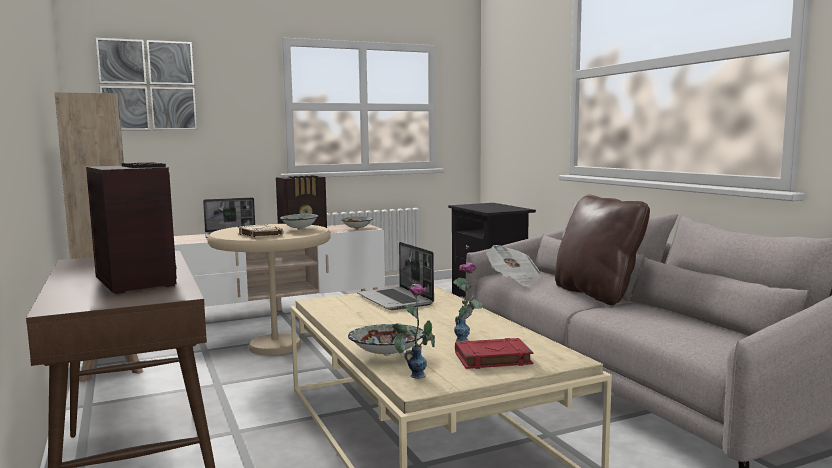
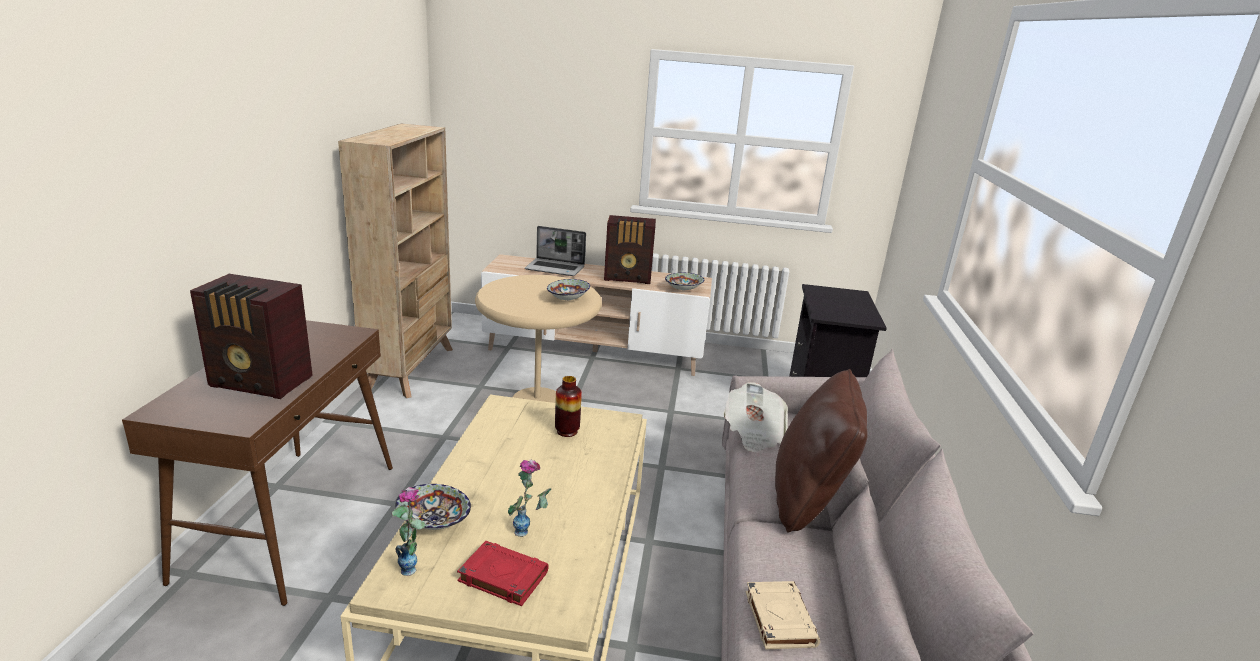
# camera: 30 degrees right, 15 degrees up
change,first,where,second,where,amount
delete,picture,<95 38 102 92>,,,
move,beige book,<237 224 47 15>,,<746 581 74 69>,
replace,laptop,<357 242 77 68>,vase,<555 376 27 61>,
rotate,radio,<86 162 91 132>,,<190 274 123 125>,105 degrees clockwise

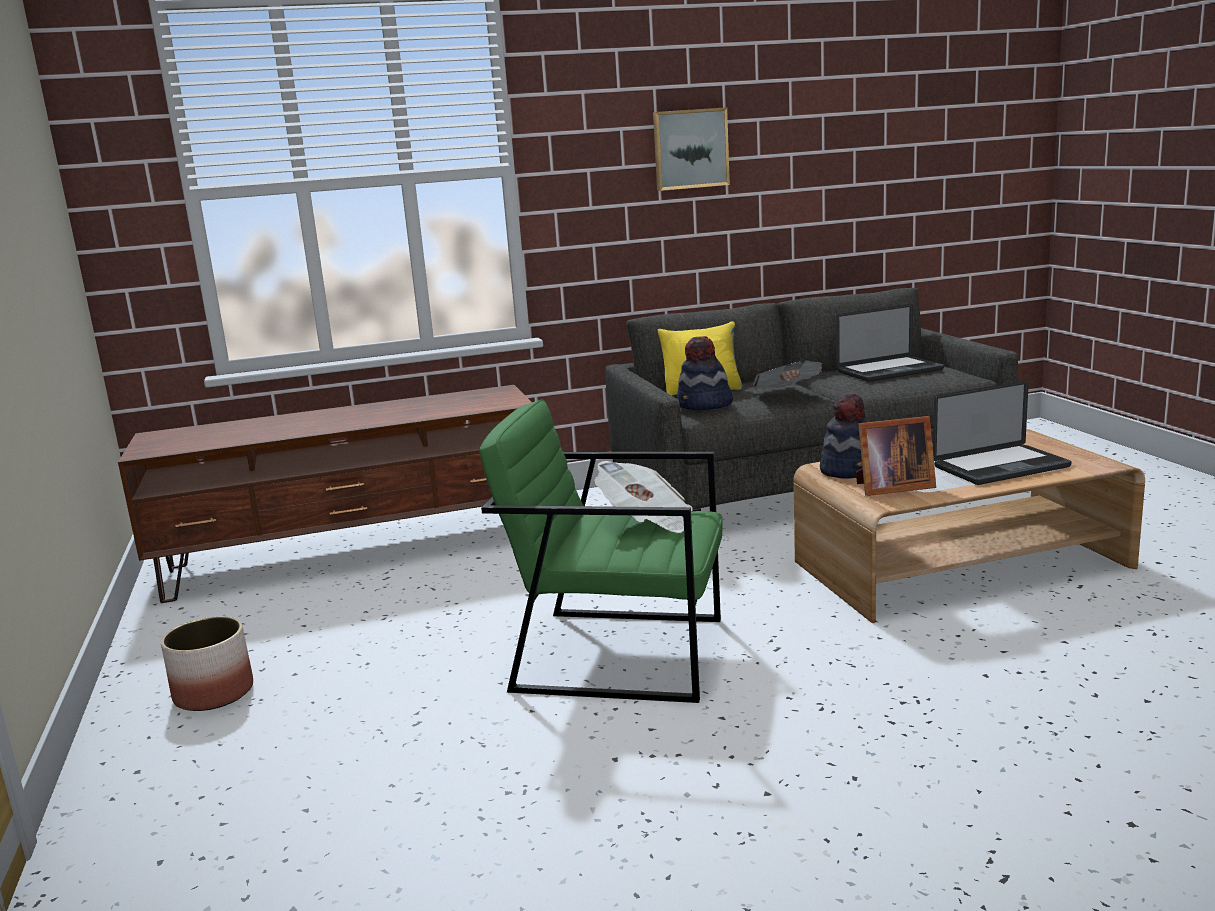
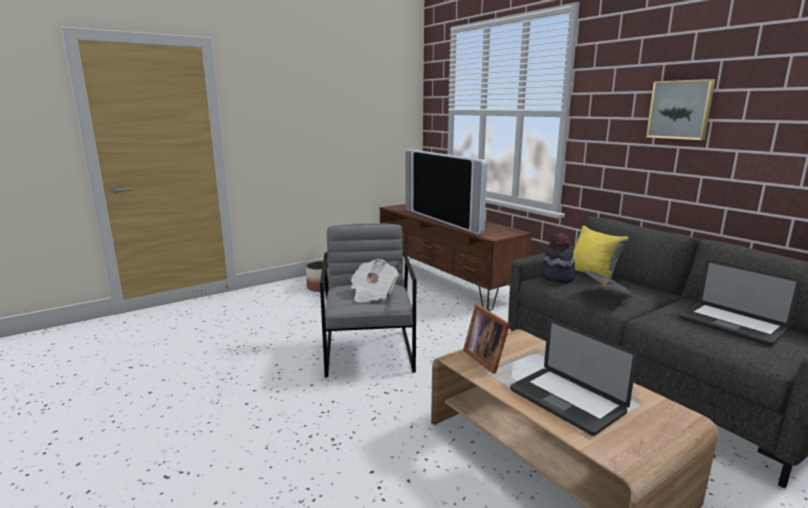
# camera: 70 degrees right, 0 degrees up
change,first,where,second,where,amount
delete,hat,<820 392 50 87>,,,
insert,,,television,<405 149 83 85>,
recolor,green armchair,<480 400 243 303>,grey armchair,<320 223 96 154>,

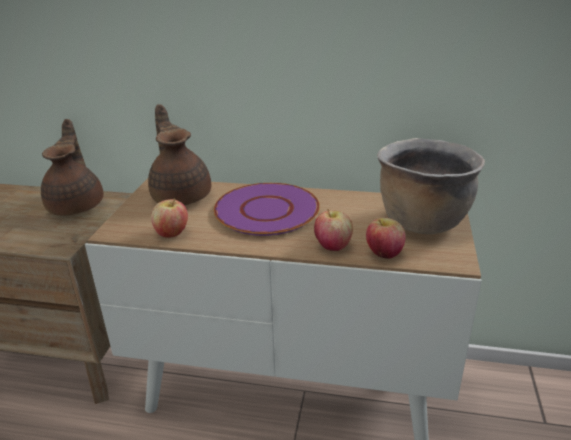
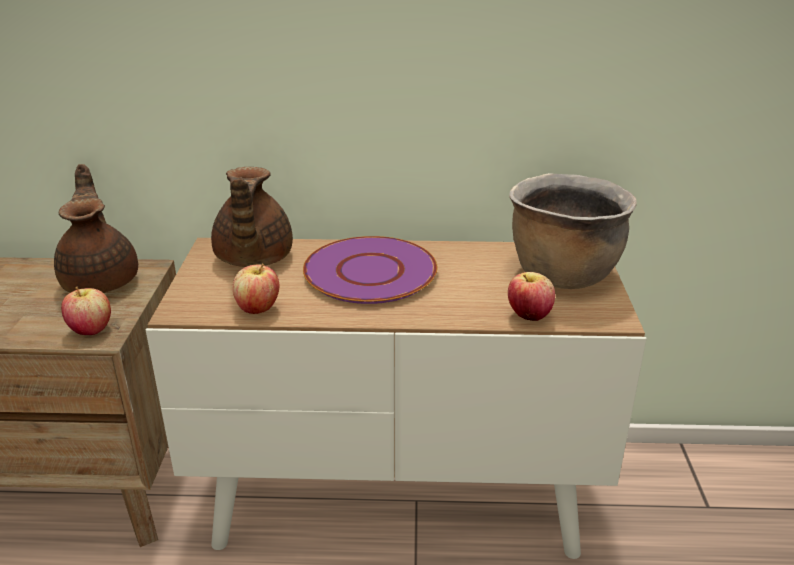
# camera: 10 degrees left, 0 degrees up
change,first,where,second,where,amount
move,apple,<314 209 39 42>,,<61 287 50 48>,
rotate,brown teapot,<148 105 63 100>,,<211 167 82 100>,150 degrees counterclockwise

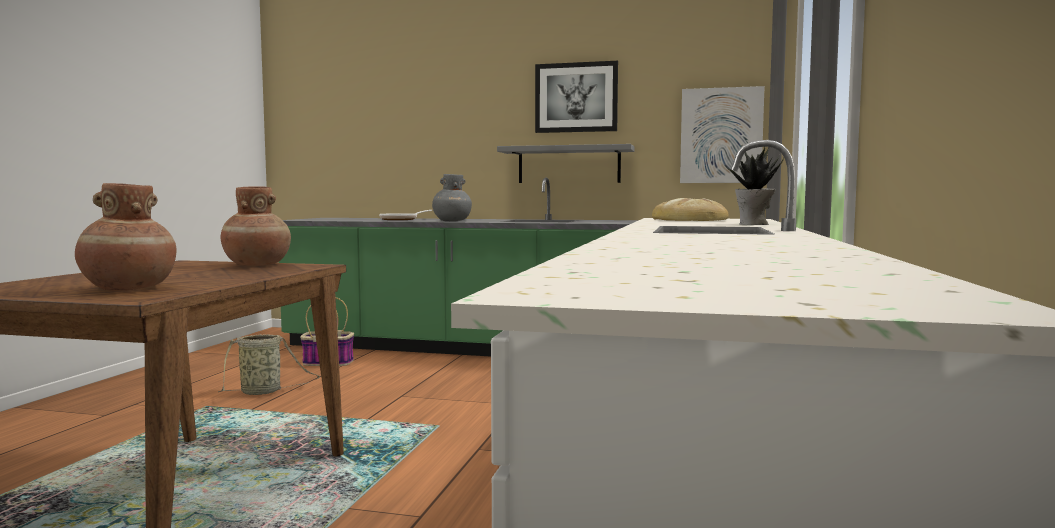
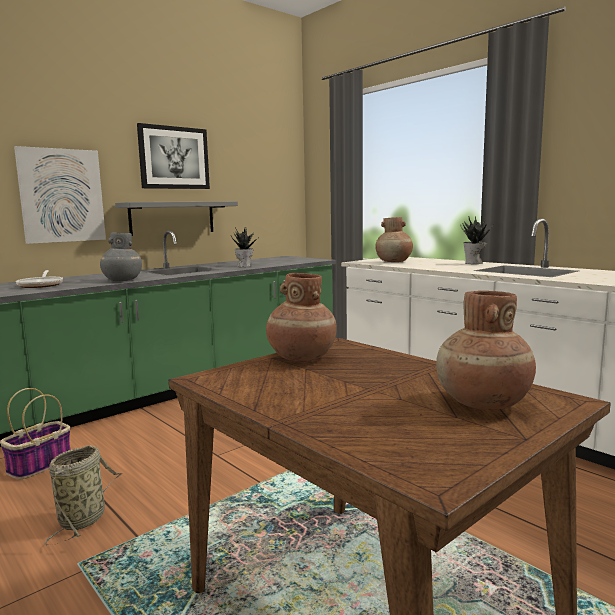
# camera: 55 degrees left, 5 degrees up
change,first,where,second,where,amount
insert,,,potted plant,<231 228 27 39>,
move,picture,<680 86 85 97>,,<14 146 92 98>,
replace,bread,<652 198 77 23>,brown vase,<375 217 38 45>,

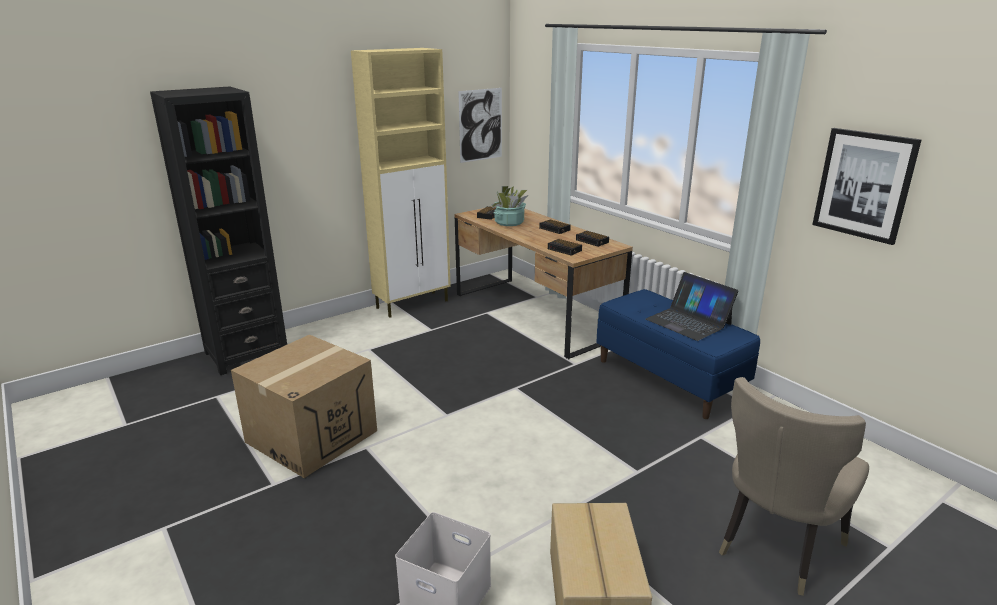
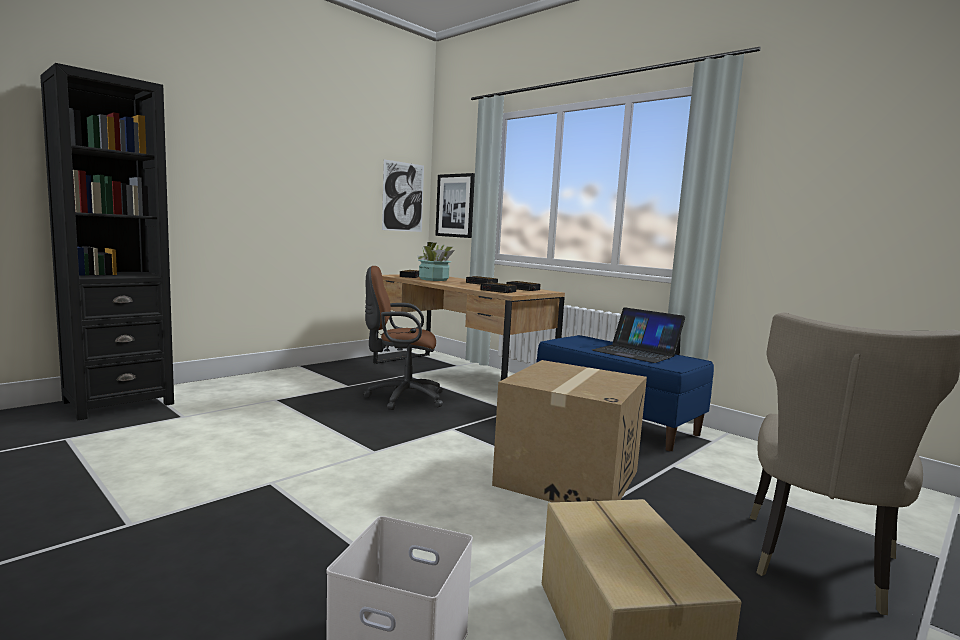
# camera: 10 degrees left, 15 degrees down
change,first,where,second,where,amount
delete,beige cabinet,<351 48 100 270>,,,
insert,,,brown office chair,<364 266 79 144>,
move,cardboard box,<231 335 146 143>,,<492 360 155 142>,
move,picture,<812 128 110 117>,,<435 173 40 65>,

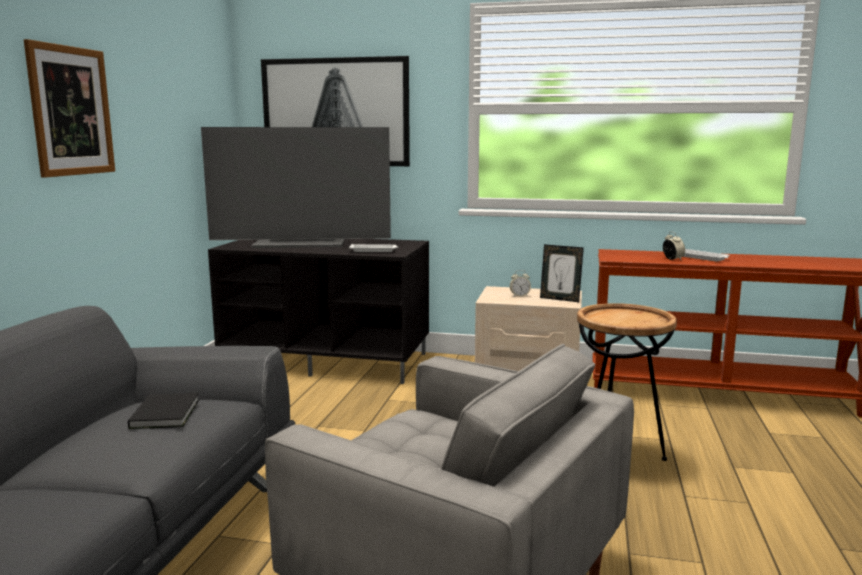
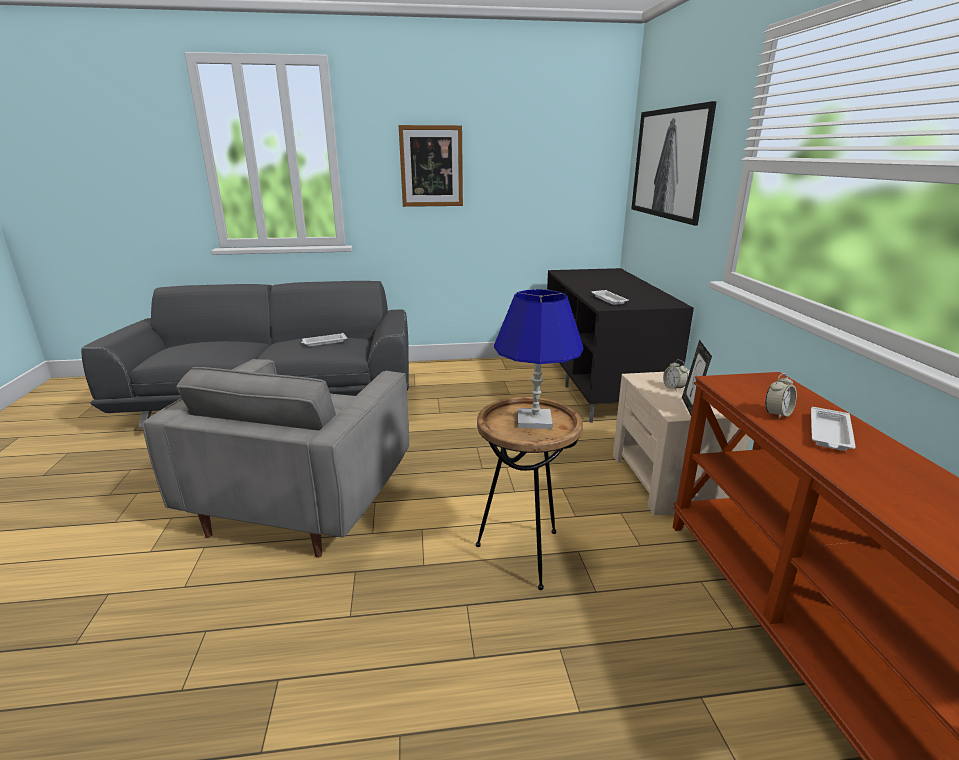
# camera: 70 degrees right, 10 degrees up
change,first,where,second,where,amount
delete,television,<201 127 190 121>,,,
insert,,,blue table lamp,<494 289 89 140>,
replace,black book,<128 393 71 36>,white tray,<301 333 46 14>,

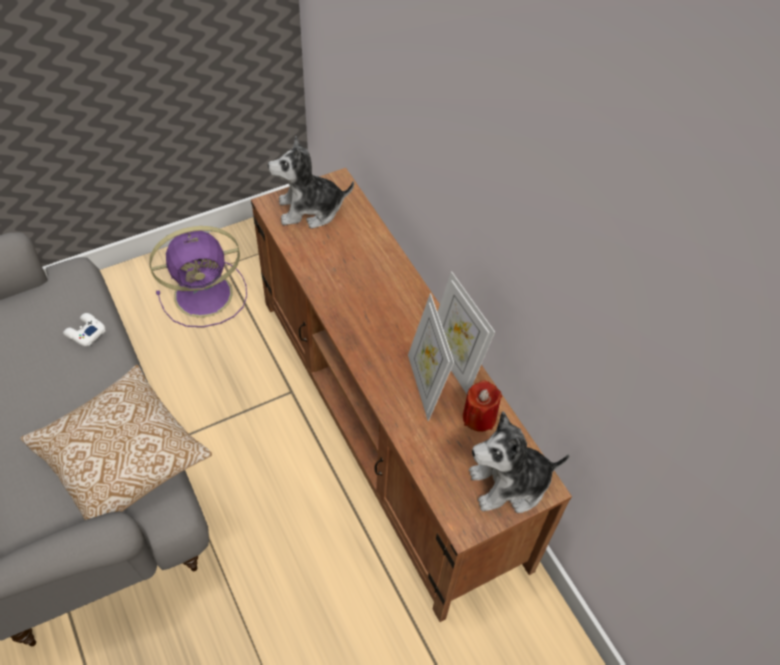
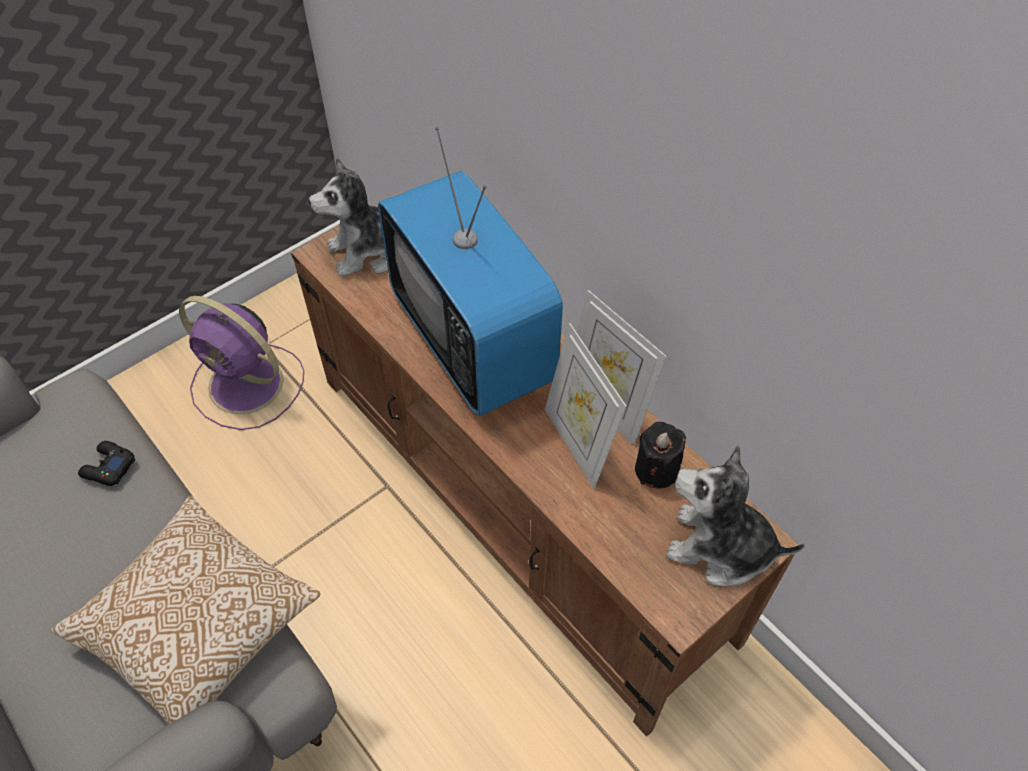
# camera: 10 degrees left, 0 degrees up
change,first,where,second,where,amount
insert,,,television,<378 127 185 289>,
recolor,white game controller,<63 313 42 34>,black game controller,<78 441 57 45>,
recolor,red candle,<463 380 39 52>,black candle,<635 422 51 67>,
rotate,purple fan,<149 226 98 101>,,<179 296 125 134>,60 degrees clockwise
rotate,plush toy,<469 411 101 102>,,<666 445 139 141>,45 degrees clockwise

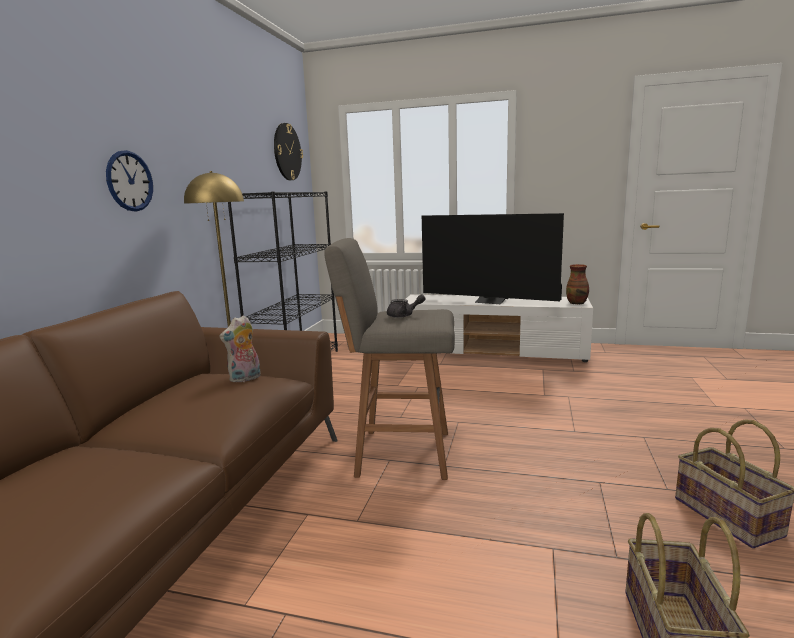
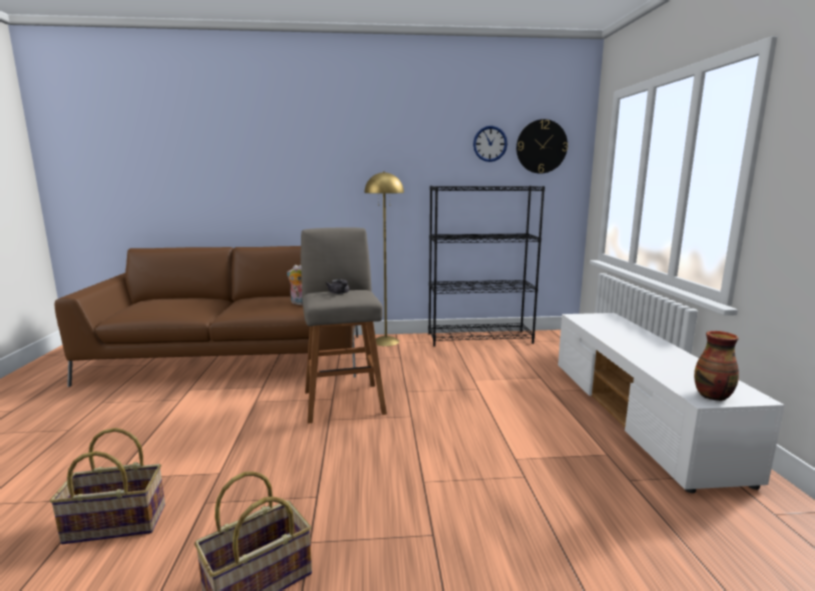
# camera: 70 degrees right, 0 degrees up
change,first,where,second,where,amount
delete,television,<422 213 142 91>,,,
move,wall clock,<106 150 47 61>,,<473 126 34 36>,

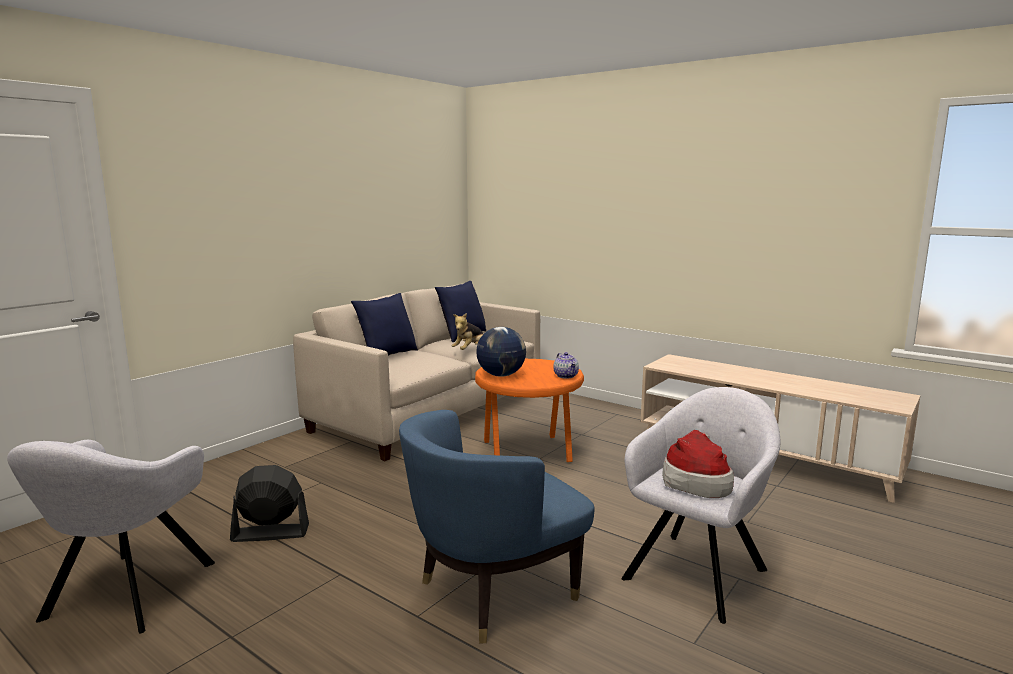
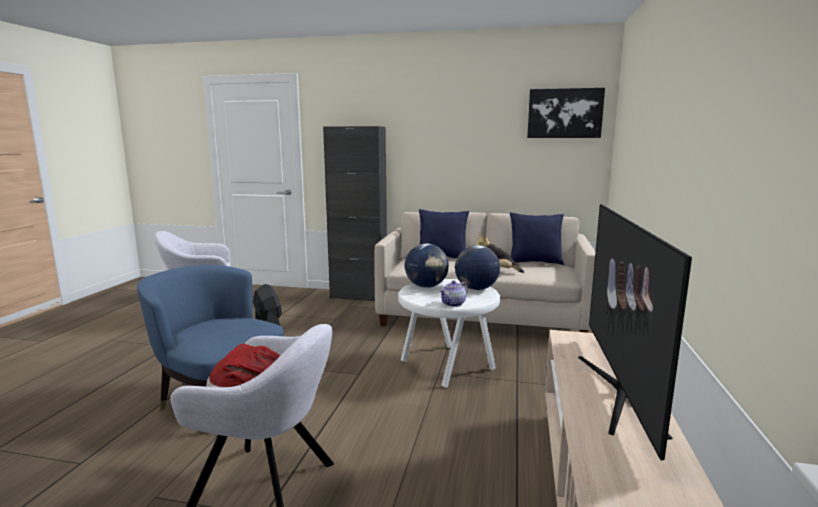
# camera: 65 degrees right, 0 degrees up
change,first,where,second,where,amount
insert,,,black cabinet,<323 126 64 175>,
insert,,,globe,<455 245 45 45>,
insert,,,picture,<527 88 78 50>,
insert,,,television,<578 204 114 256>,
recolor,orange side table,<475 359 109 103>,white side table,<398 279 102 109>,

